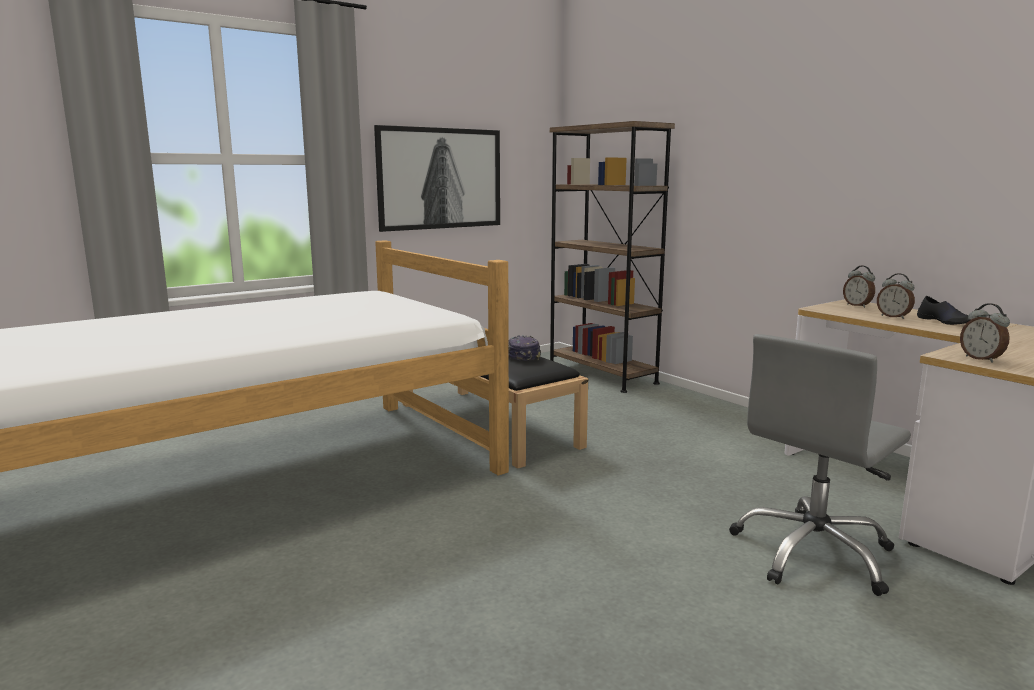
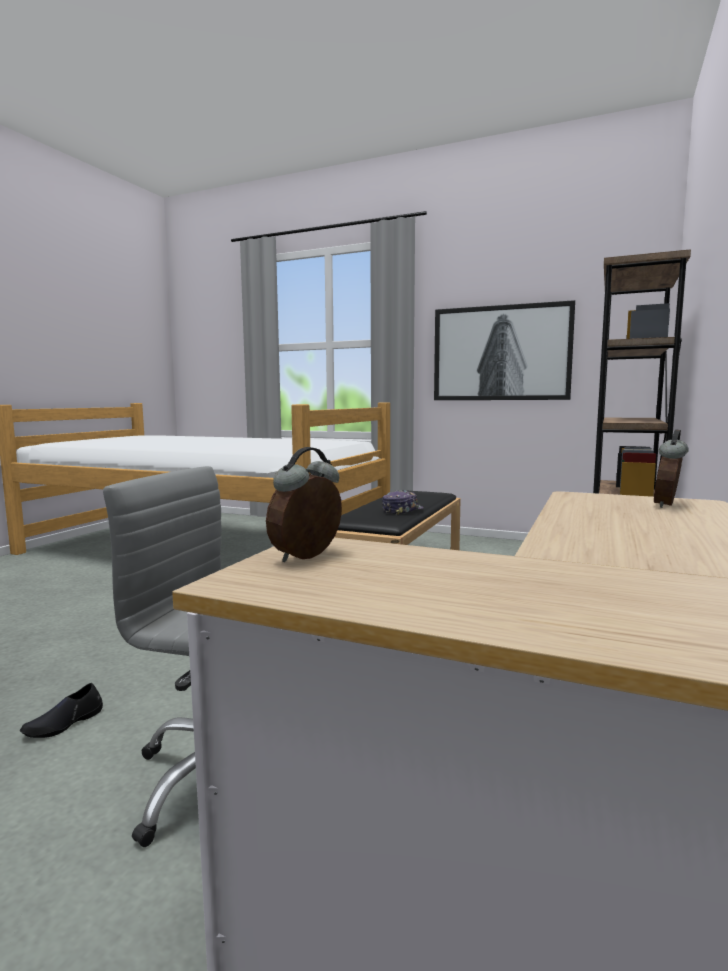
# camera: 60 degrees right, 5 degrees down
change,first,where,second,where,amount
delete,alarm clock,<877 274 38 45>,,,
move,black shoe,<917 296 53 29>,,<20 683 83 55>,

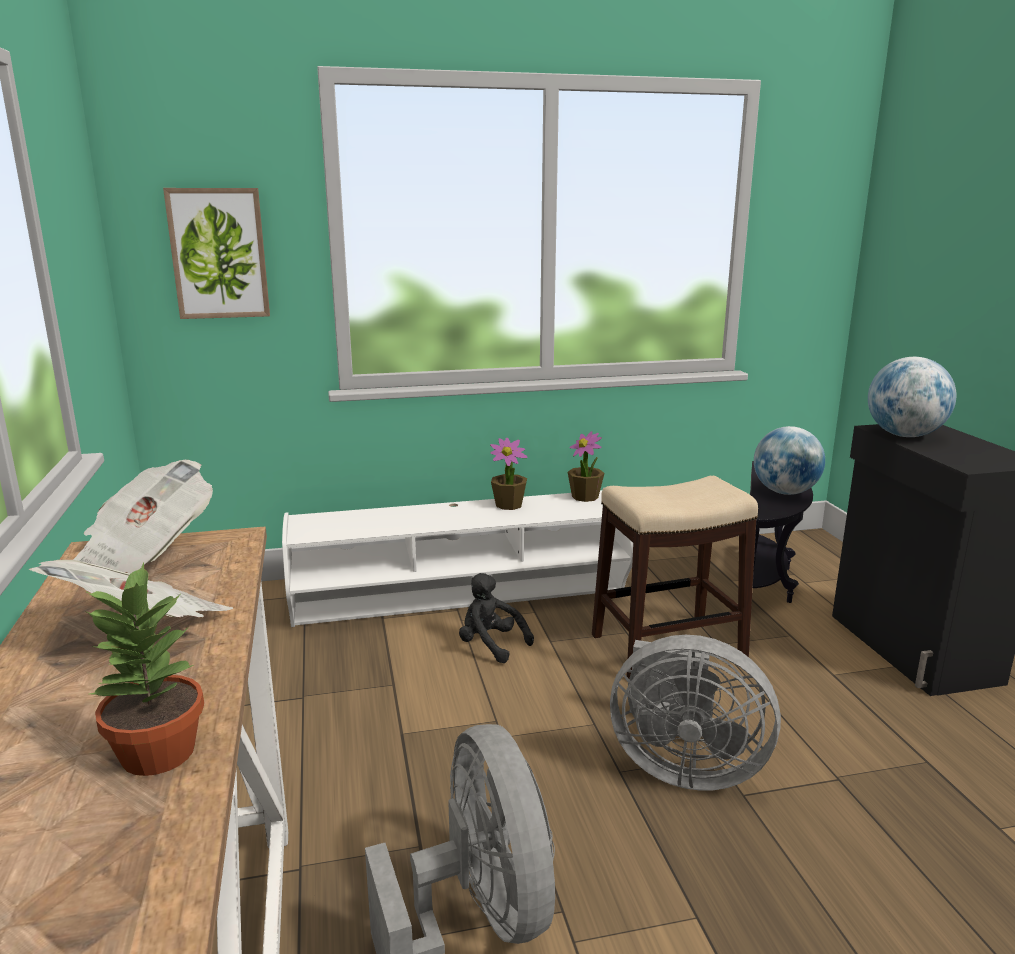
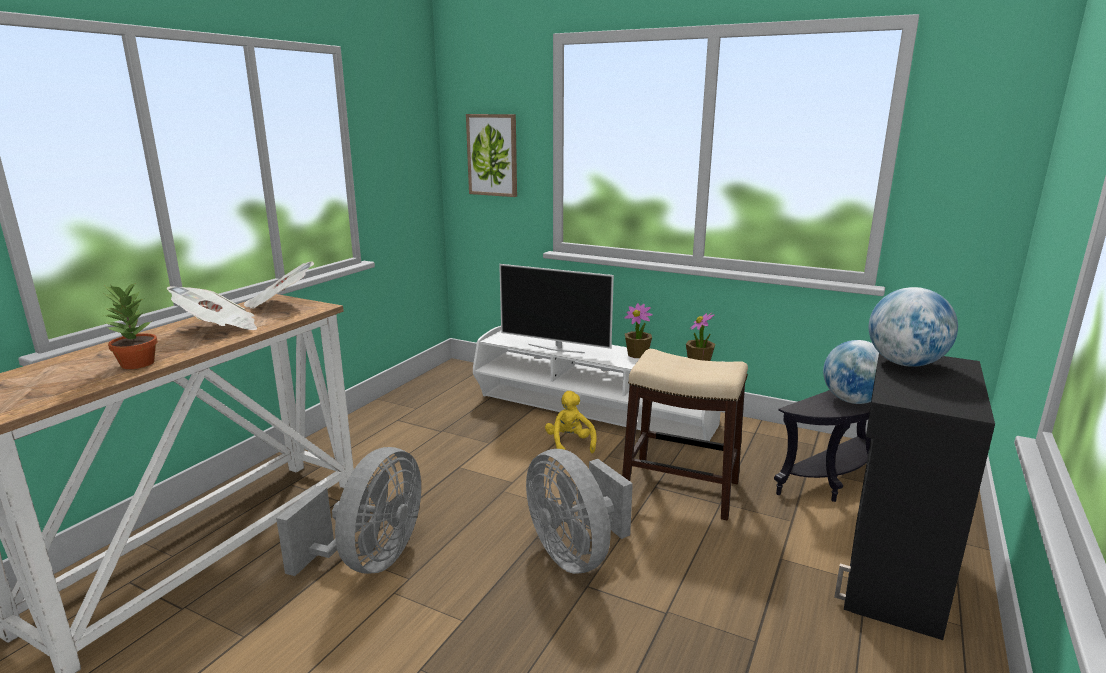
# camera: 40 degrees right, 0 degrees up
change,first,where,second,where,amount
insert,,,television,<499 264 115 89>,
recolor,black plush toy,<459 573 75 90>,yellow plush toy,<545 391 52 62>,

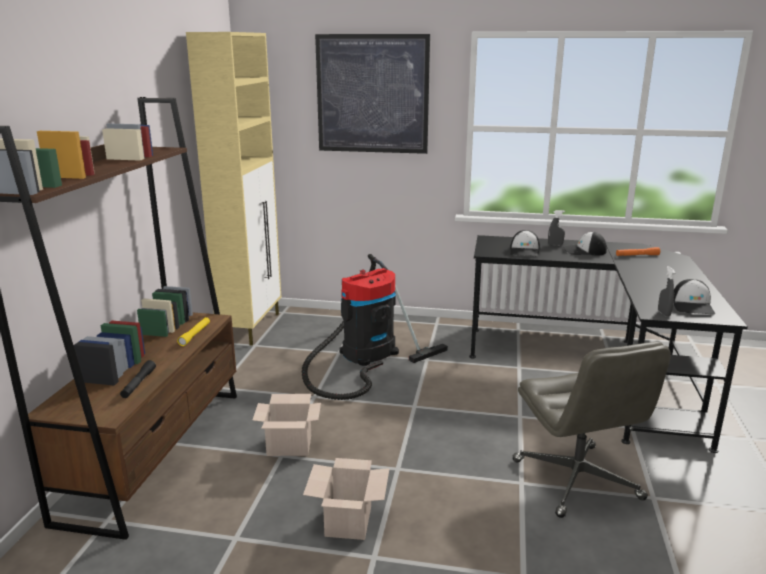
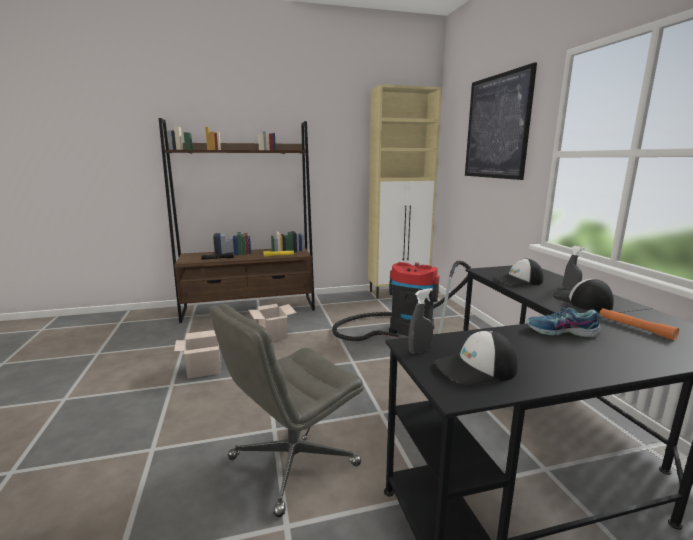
# camera: 65 degrees right, 5 degrees down
change,first,where,second,where,amount
insert,,,shoe,<526 307 76 30>,

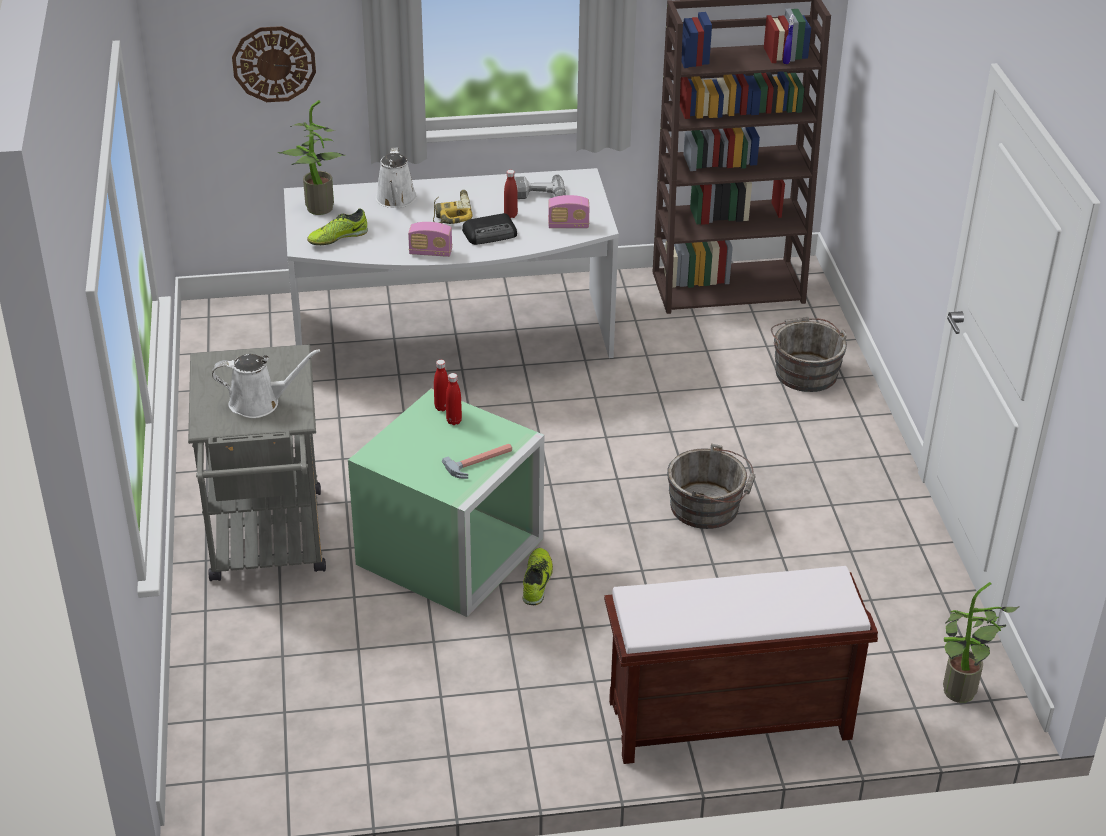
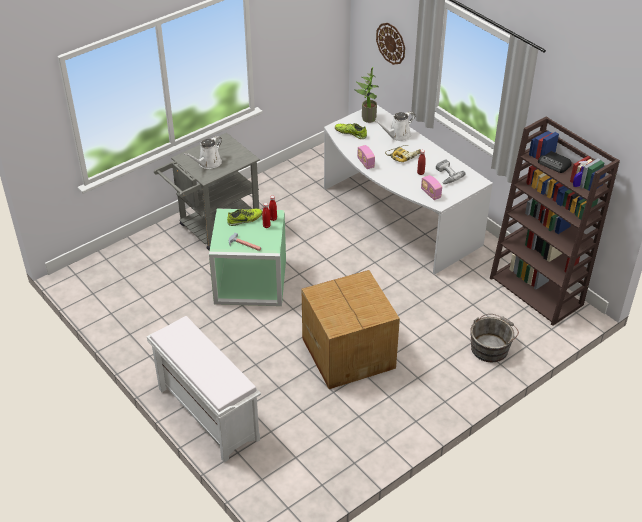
# camera: 60 degrees right, 5 degrees up
change,first,where,second,where,amount
delete,potted plant,<943 582 77 121>,,,
move,radio,<462 213 55 32>,,<538 151 34 22>,
move,shoe,<523 548 30 57>,,<227 208 35 18>,
replace,grey bucket,<667 443 89 86>,cardboard box,<302 270 98 119>,
recolor,brown bench,<604 566 274 198>,white bench,<147 316 114 146>,
rotate,white watering can,<212 349 108 69>,,<184 136 38 33>,75 degrees clockwise

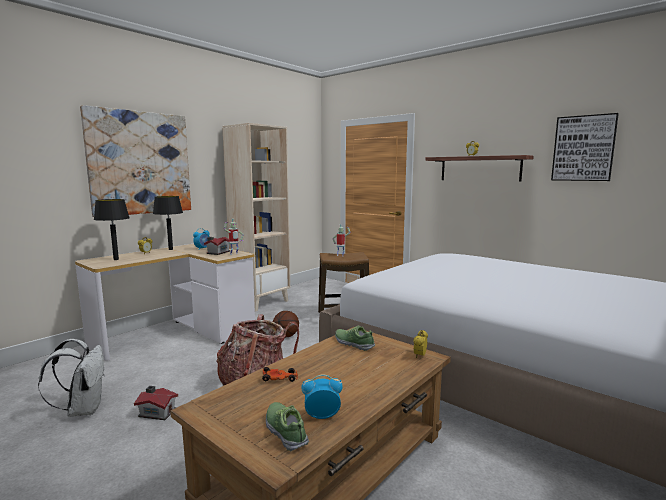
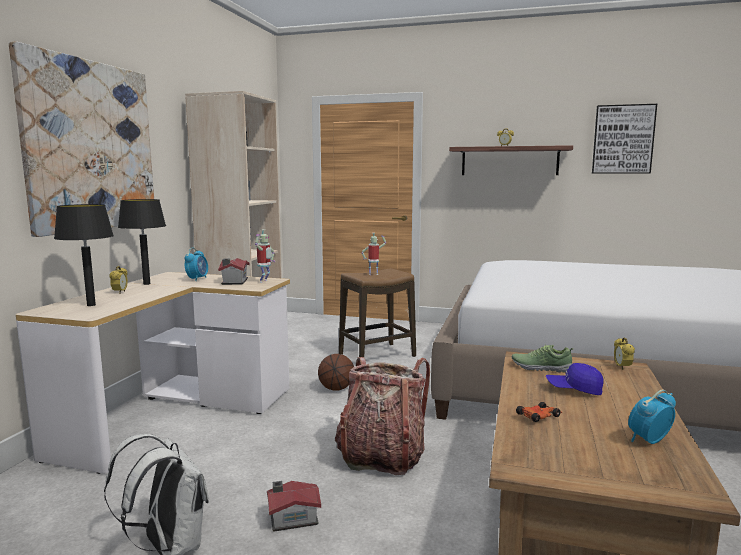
# camera: 25 degrees left, 0 degrees up
change,first,where,second,where,amount
delete,shoe,<266 402 43 49>,,,
insert,,,blue cap,<546 363 58 32>,

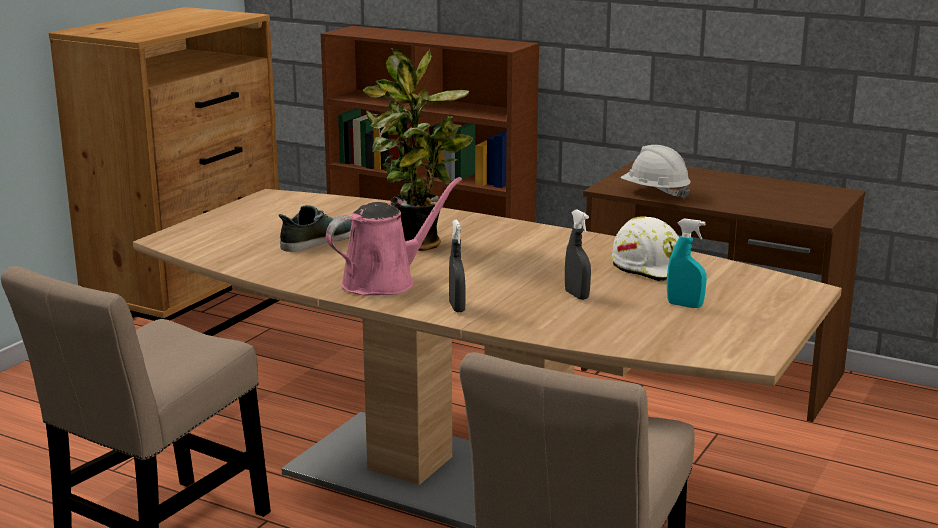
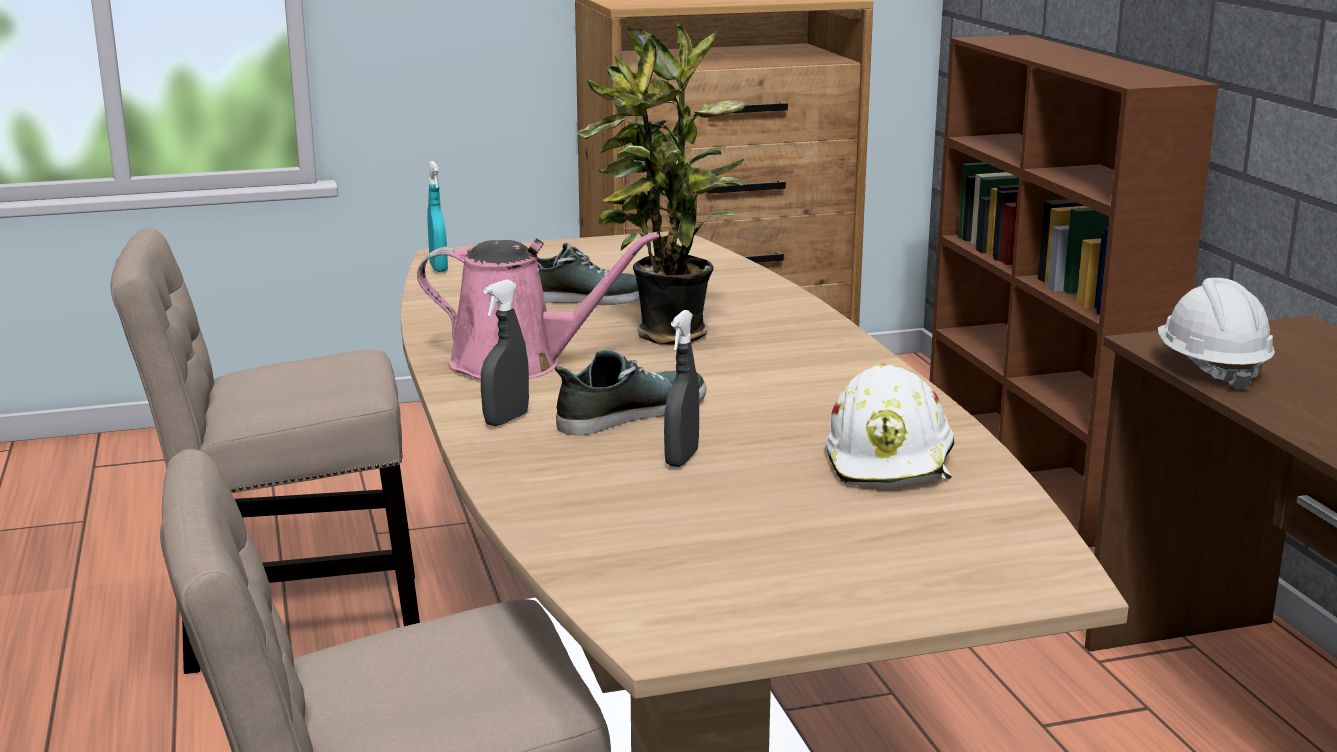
# camera: 45 degrees right, 0 degrees up
change,first,where,second,where,amount
insert,,,shoe,<555 350 151 86>,
move,turquoise spray bottle,<667 218 40 90>,,<427 161 21 111>,

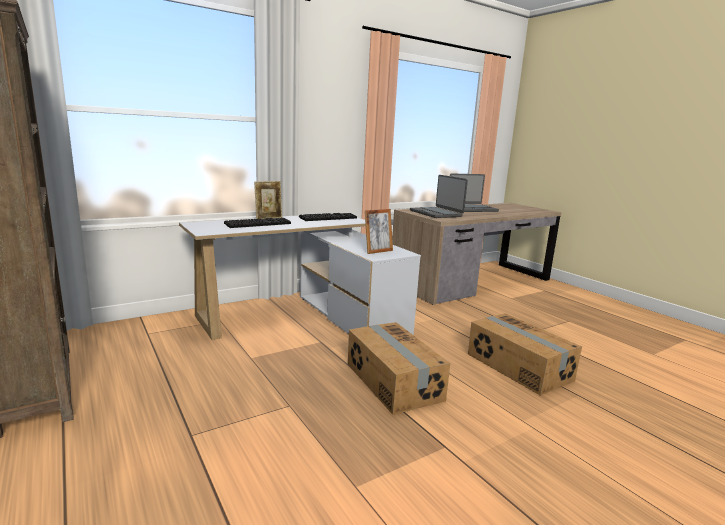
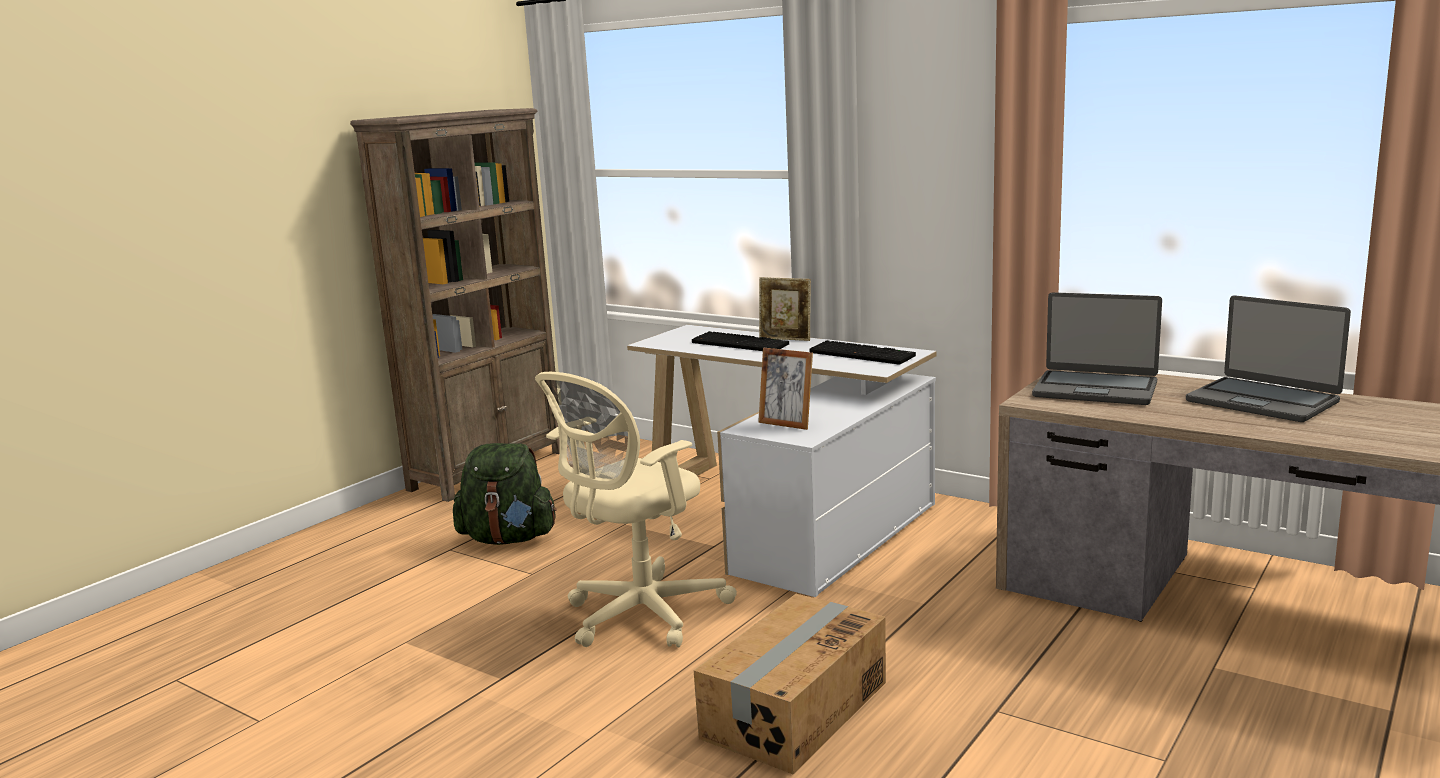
# camera: 70 degrees right, 0 degrees up
change,first,where,second,where,amount
insert,,,green backpack,<453 443 104 102>,
replace,cardboard box,<348 322 103 93>,beige office chair,<535 372 202 275>,
rotate,laptop,<410 175 58 43>,,<1032 292 130 113>,105 degrees counterclockwise

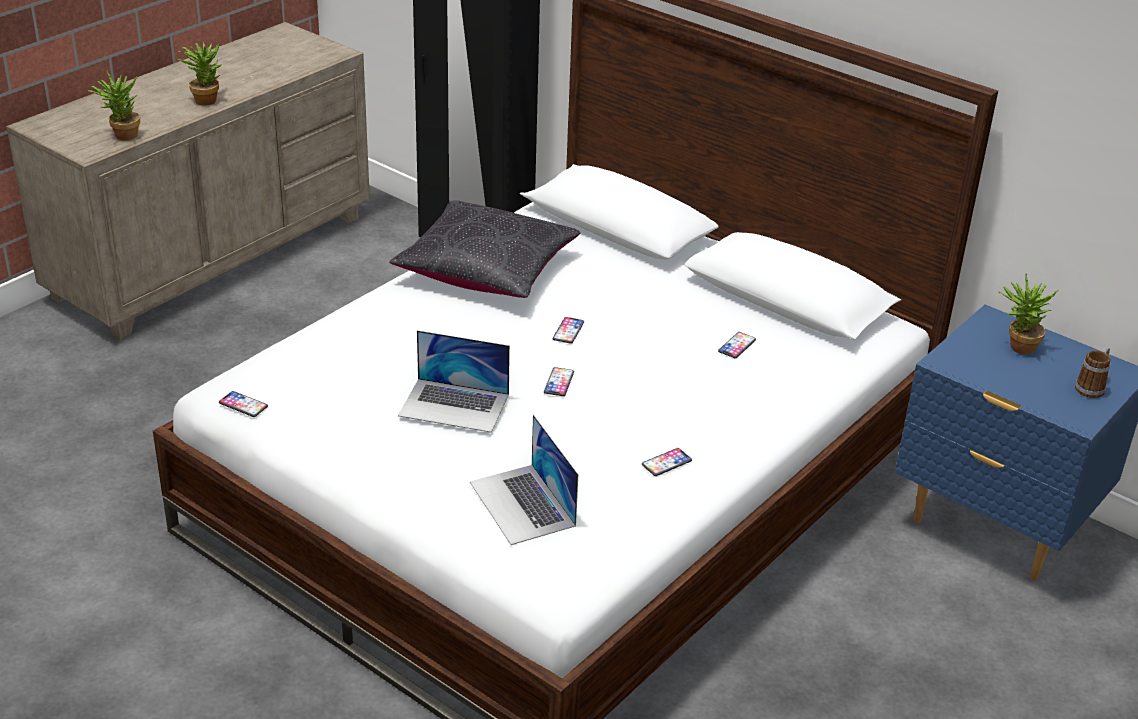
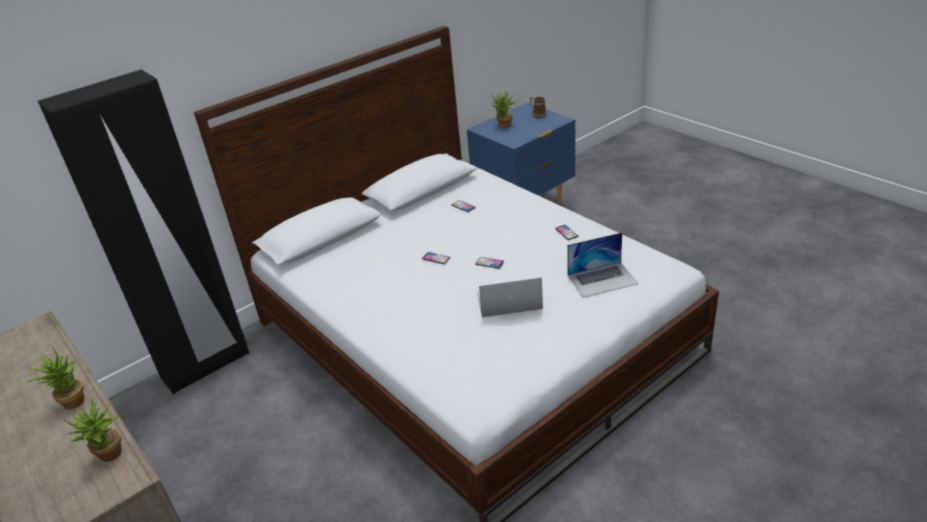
# camera: 75 degrees left, 0 degrees up
change,first,where,second,where,amount
delete,phone,<219 391 49 26>,,,
delete,black pillow,<389 200 191 98>,,,
rotate,laptop,<398 330 112 103>,,<477 277 66 40>,120 degrees counterclockwise

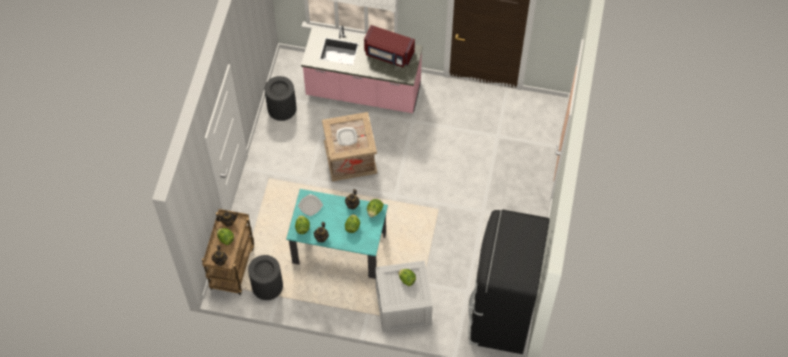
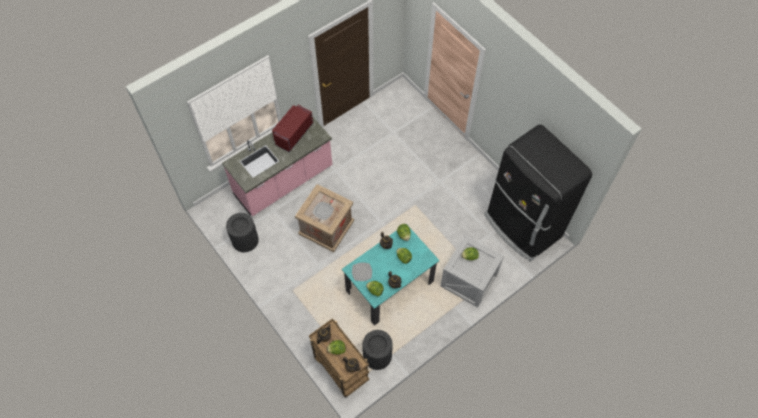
# camera: 50 degrees left, 0 degrees up
change,first,where,second,where,amount
rotate,red microwave,<364 25 51 42>,,<272 105 41 47>,150 degrees clockwise

